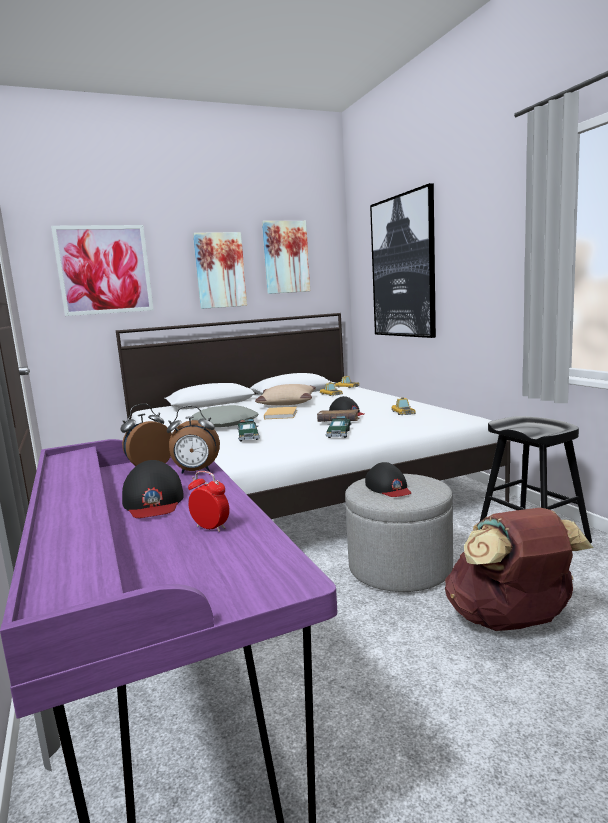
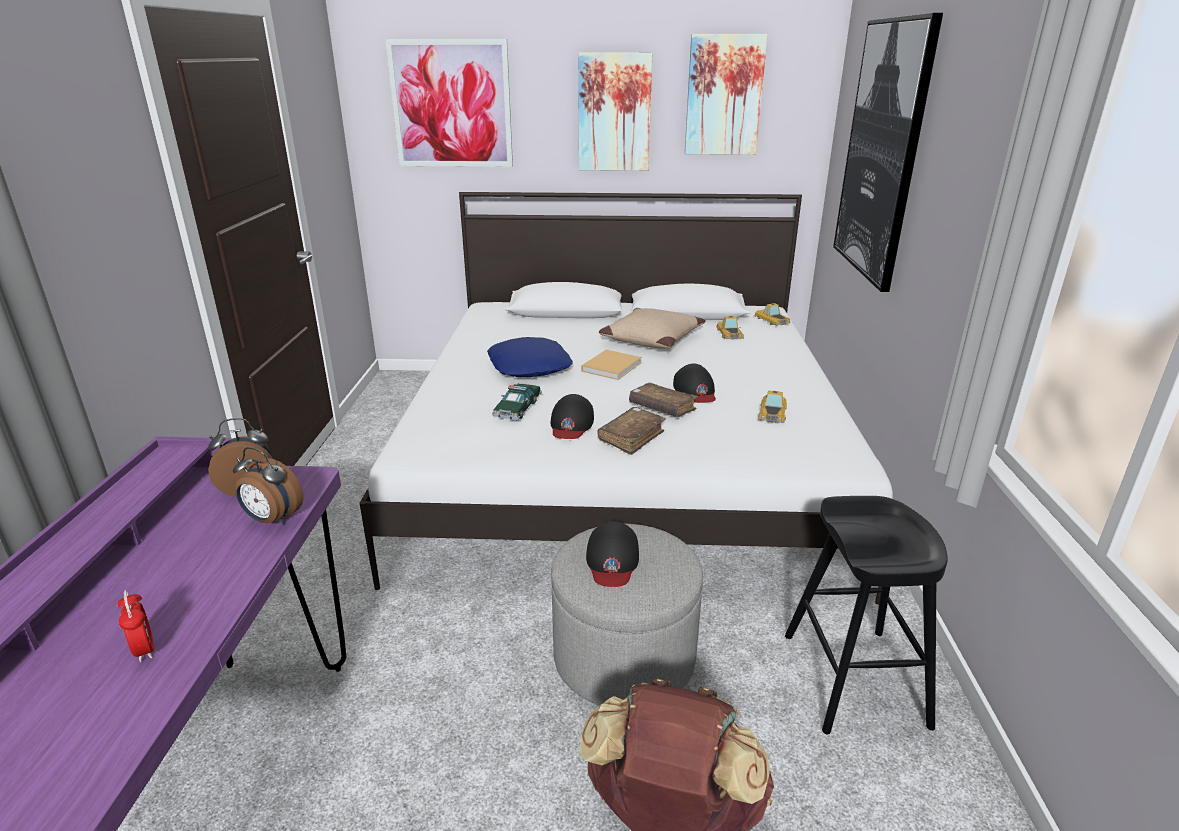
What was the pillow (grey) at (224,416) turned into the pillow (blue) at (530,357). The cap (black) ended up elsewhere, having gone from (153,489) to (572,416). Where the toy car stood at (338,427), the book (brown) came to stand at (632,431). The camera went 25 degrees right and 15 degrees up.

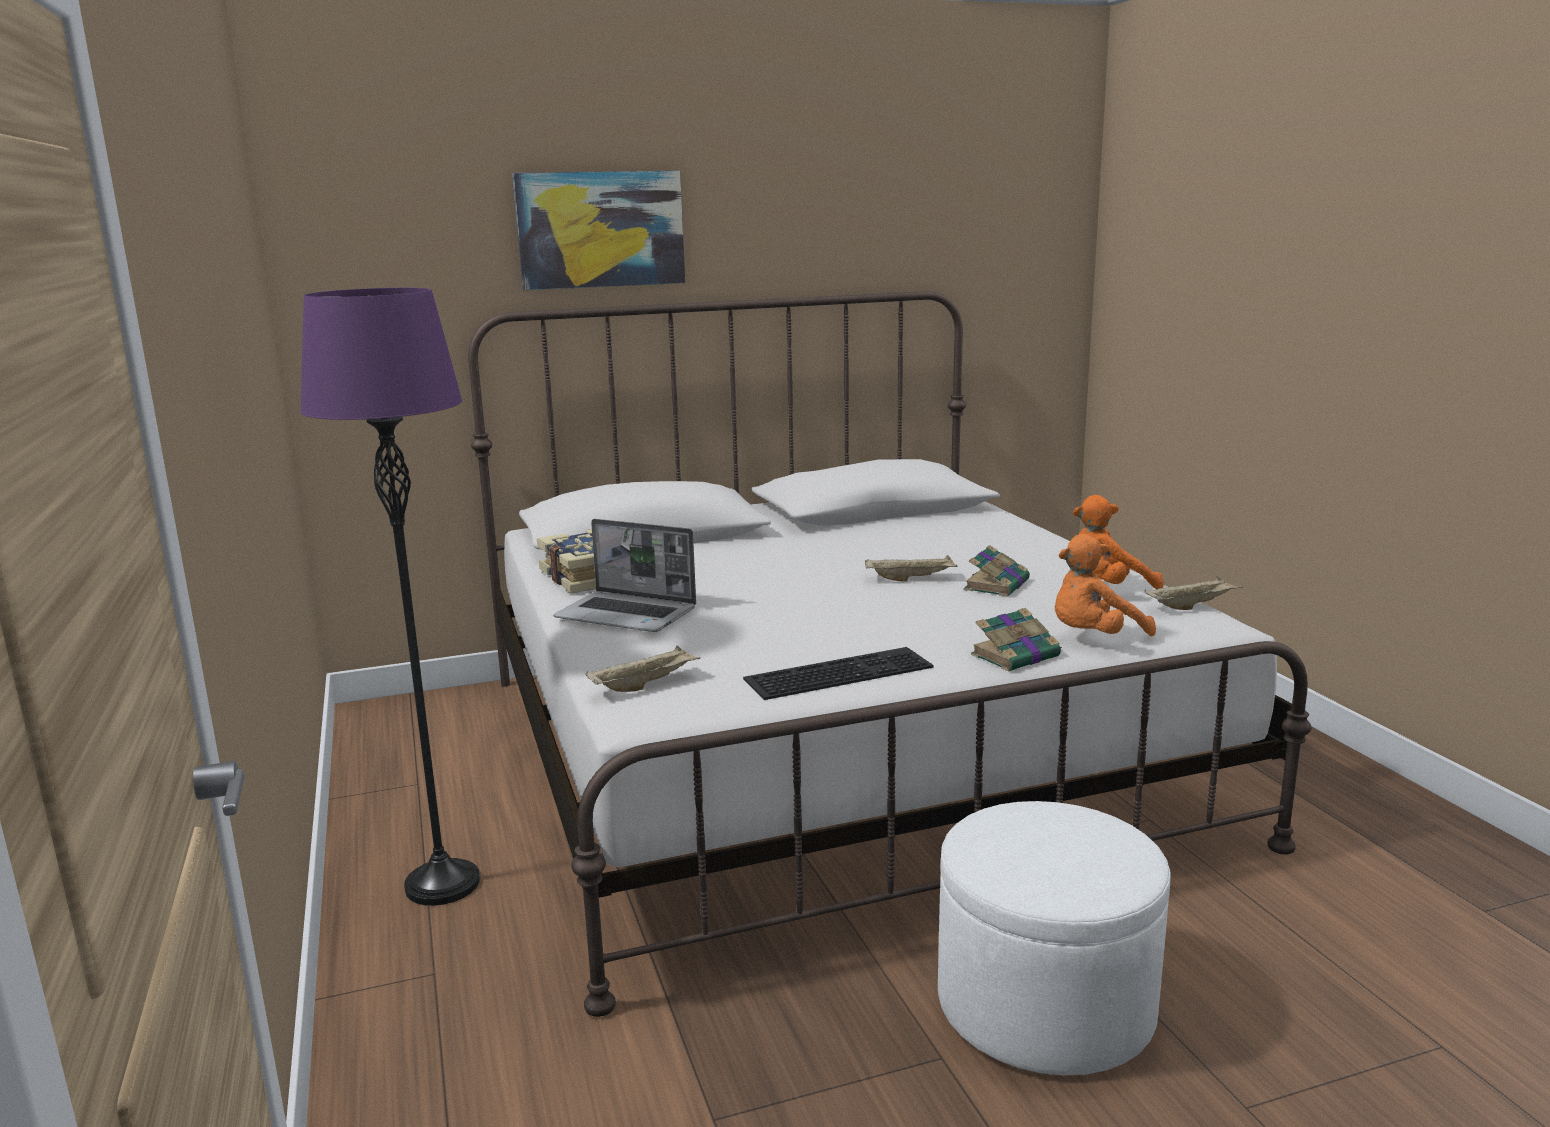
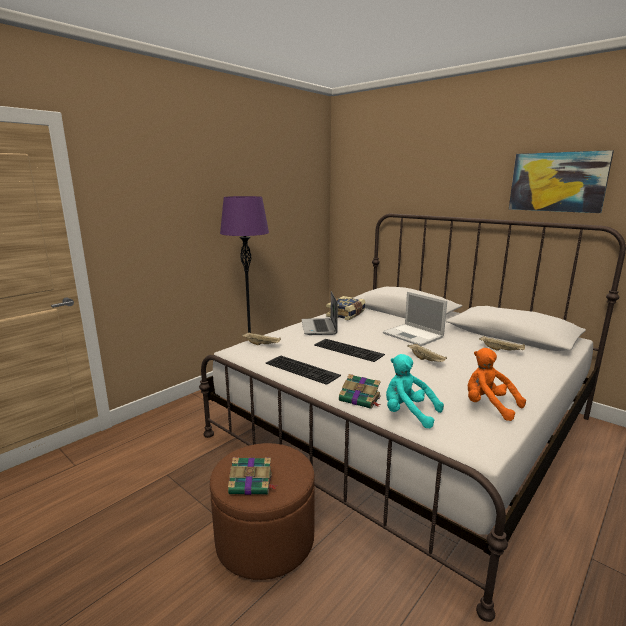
What was the ottoman (white) at (1054,938) turned into the ottoman (brown) at (262,511). The book ended up elsewhere, having gone from (997,571) to (252,476). The second view gained the keyboard at (349,350). The second view gained the laptop at (415,319). What was the plush toy (orange) at (1105,585) turned into the plush toy (turquoise) at (415,391). The tray (beige) ended up elsewhere, having gone from (1194,593) to (502,343). The picture ended up elsewhere, having gone from (599,230) to (561,181). The camera went 60 degrees right and 0 degrees up.

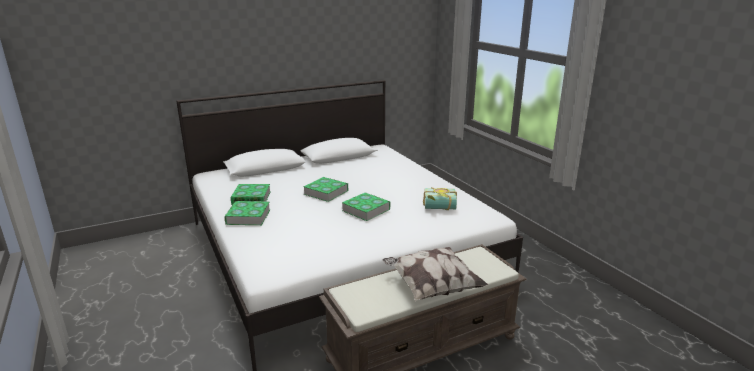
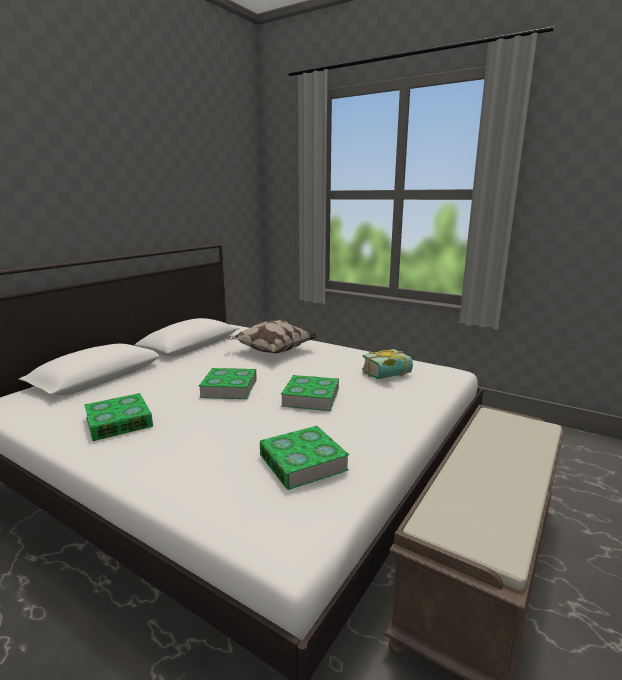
The pillow ended up elsewhere, having gone from (435,274) to (271,337). The book ended up elsewhere, having gone from (247,213) to (304,458). The camera went 30 degrees left and 5 degrees down.

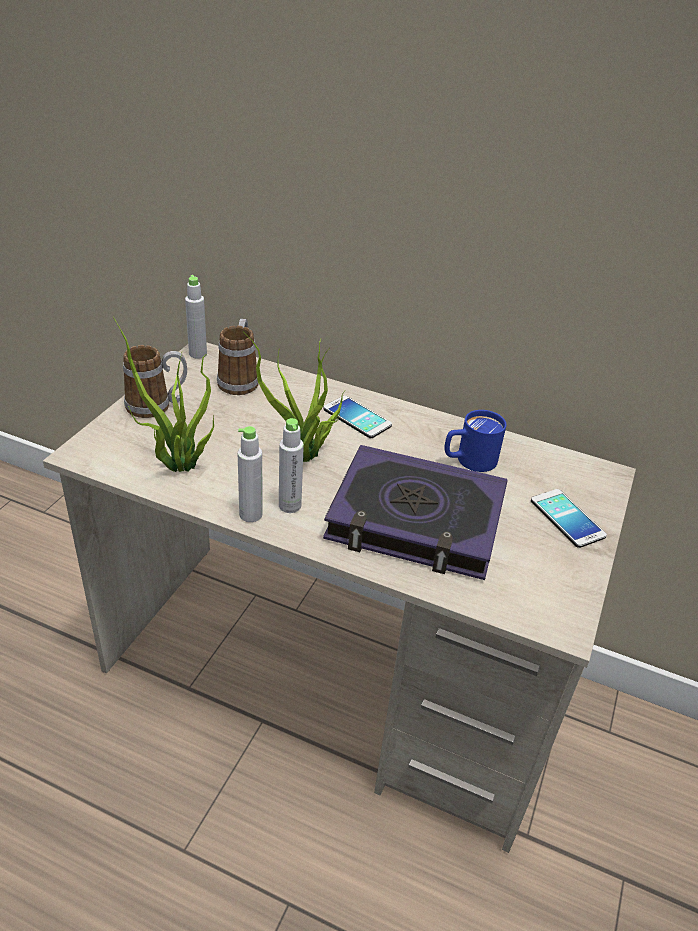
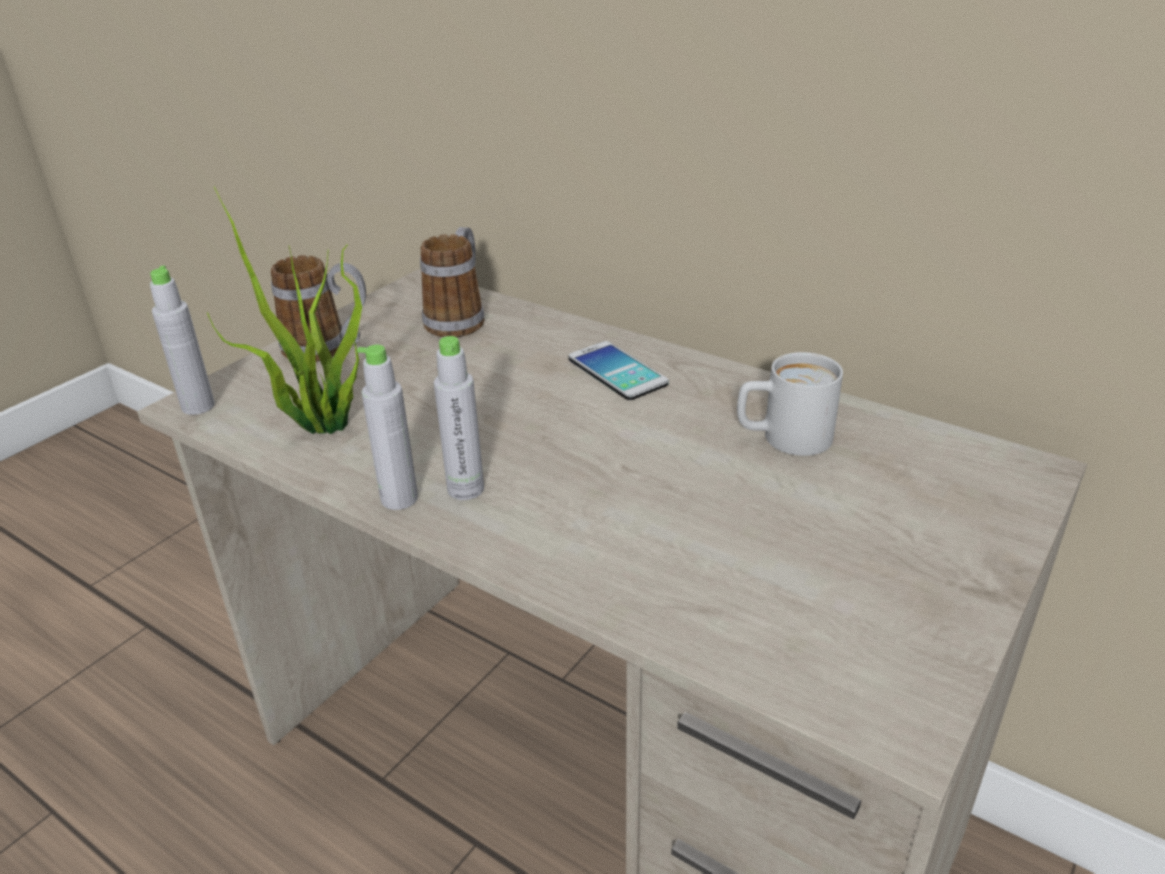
The bottle (grey) ended up elsewhere, having gone from (196,317) to (182,340). What was the mug (blue) at (475,441) turned into the mug (white) at (790,404). The second view lost the potted plant at (294,396). The second view lost the book at (415,512). The second view lost the phone at (569,518). The camera went 15 degrees right and 5 degrees down.

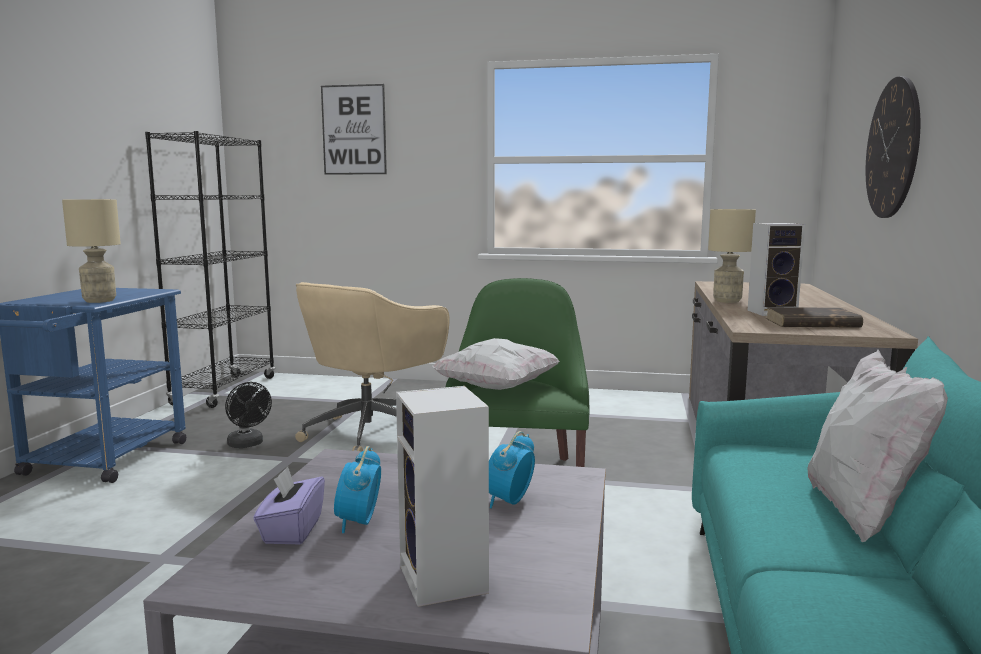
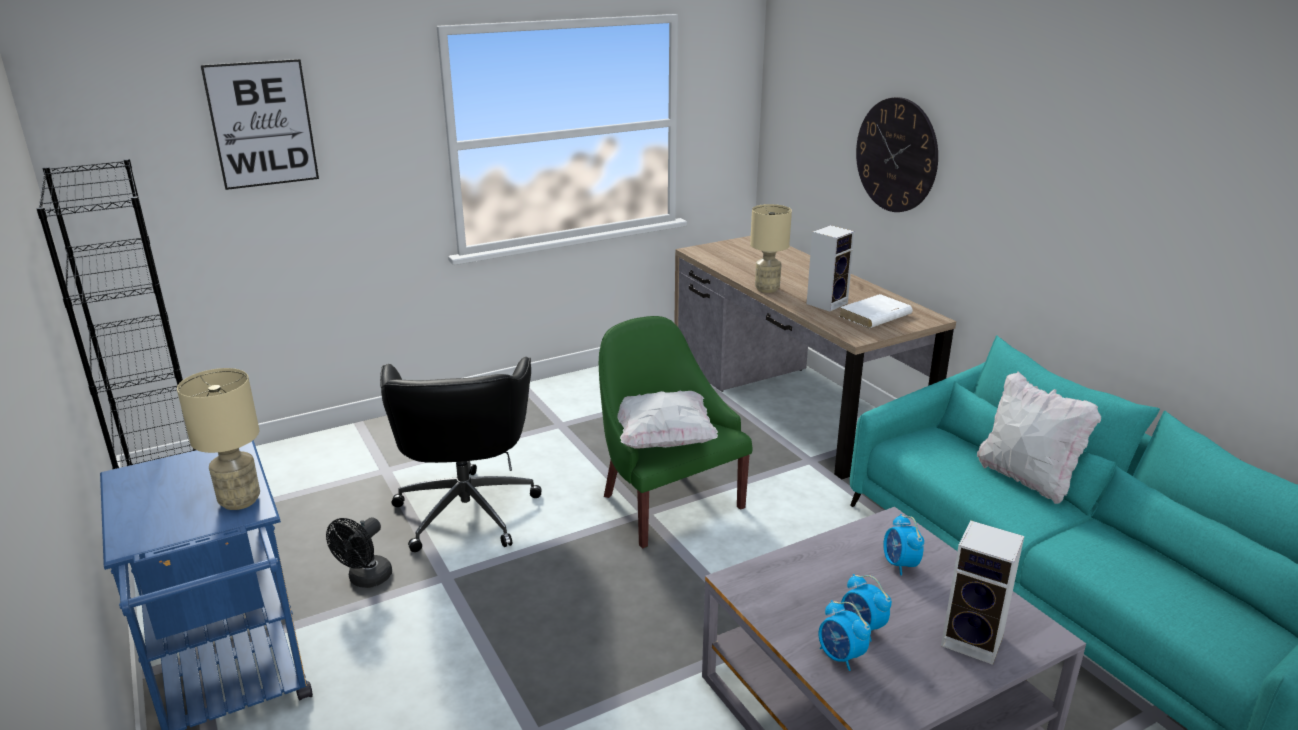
The fan (black) at (248,415) ended up facing another way, 105 degrees clockwise from before. What was the office chair (beige) at (372,366) turned into the office chair (black) at (461,454). Where the tissue box (purple) stood at (289,505), the alarm clock came to stand at (844,635). What was the book (brown) at (814,317) turned into the book (white) at (876,311). The camera went 40 degrees left and 15 degrees up.

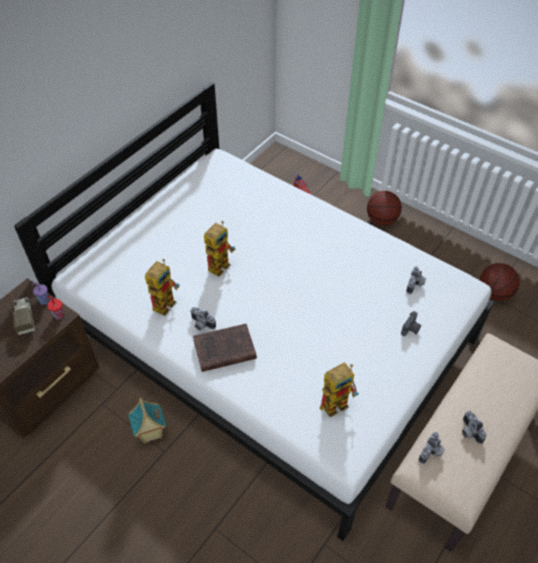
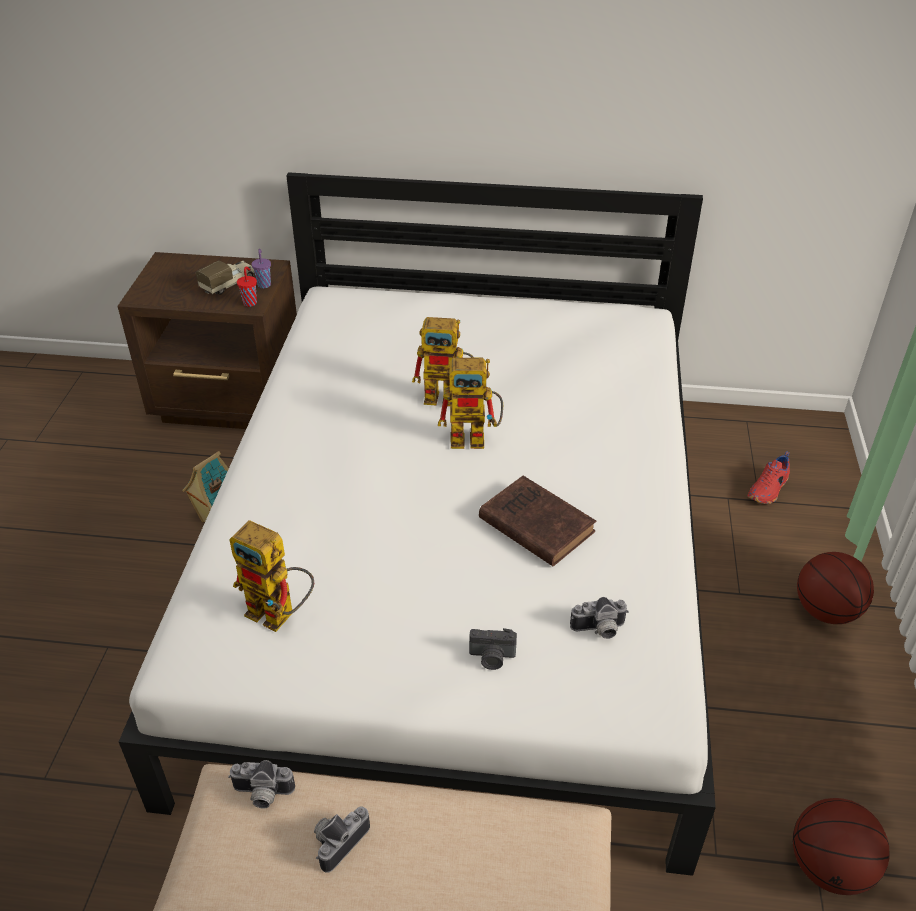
The toy robot ended up elsewhere, having gone from (162,287) to (470,403). The book (brown) ended up elsewhere, having gone from (225,348) to (537,521). The second view lost the photo camera at (203,318). The camera went 60 degrees right and 10 degrees down.

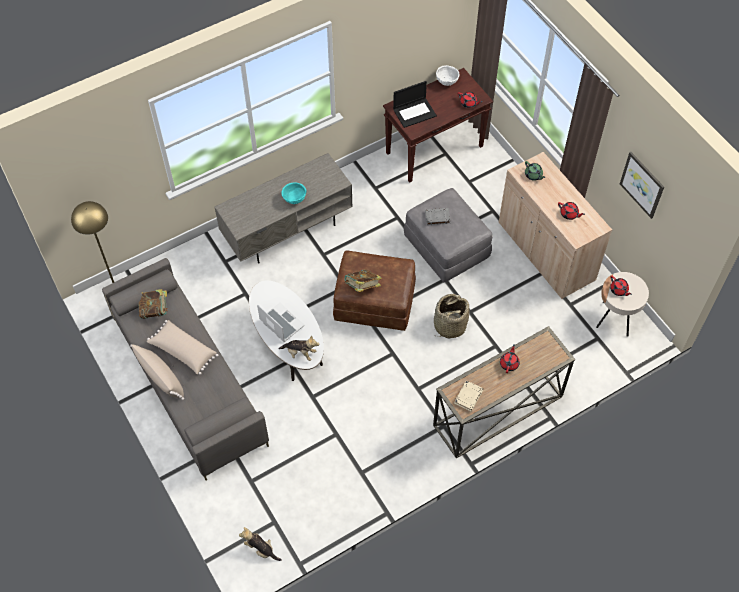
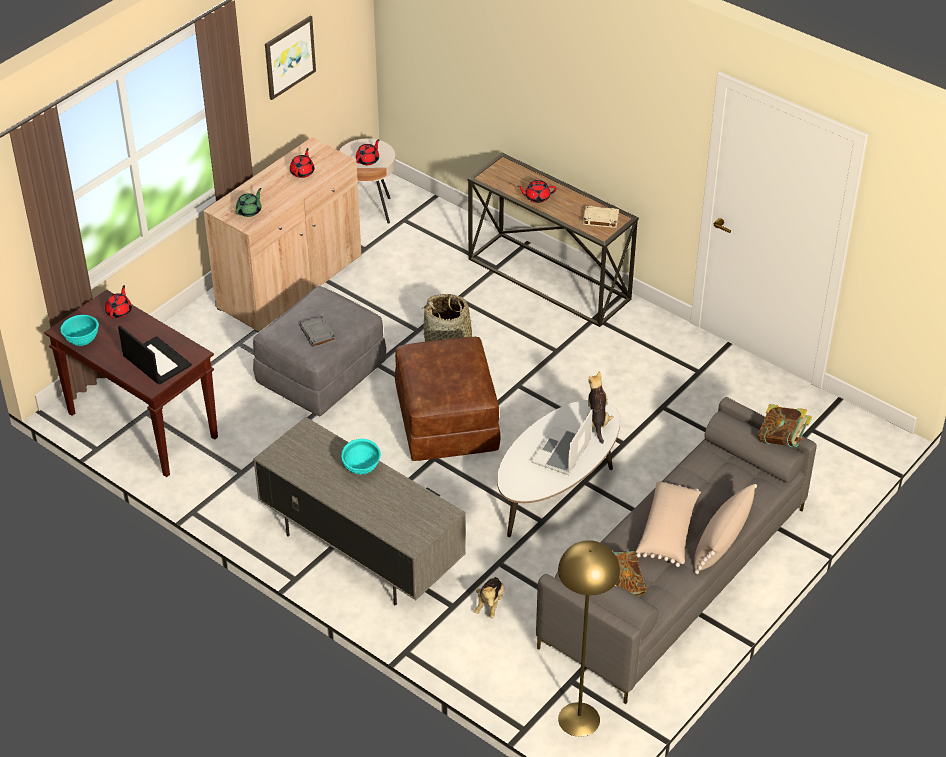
What was the bowl (white) at (448,75) turned into the bowl (turquoise) at (79,330). The plush toy ended up elsewhere, having gone from (260,544) to (489,597). The book ended up elsewhere, having gone from (363,280) to (784,425). The camera went 110 degrees left and 15 degrees down.

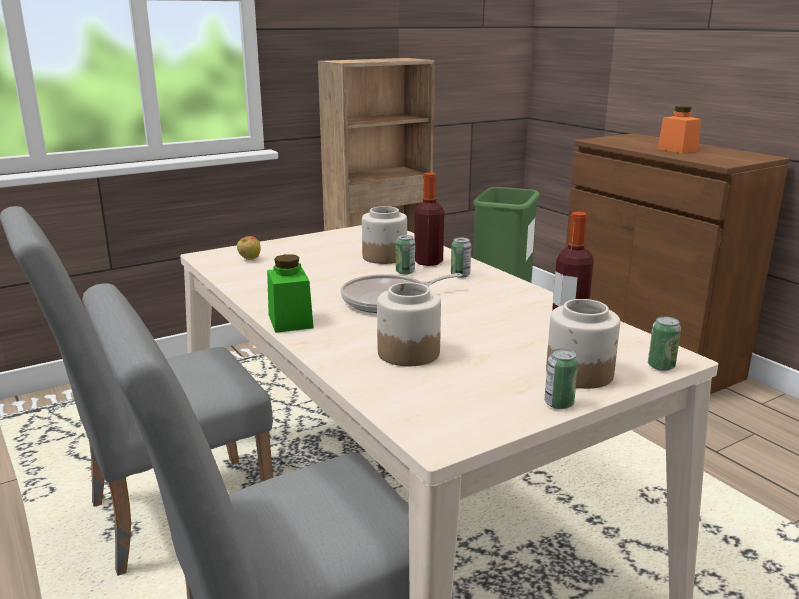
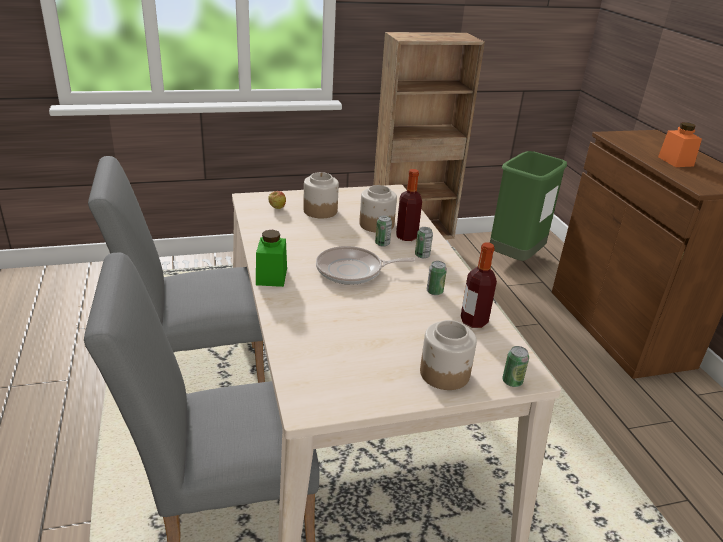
The jar ended up elsewhere, having gone from (409,324) to (321,195). The can ended up elsewhere, having gone from (561,379) to (437,278). The camera went 15 degrees right and 10 degrees up.

